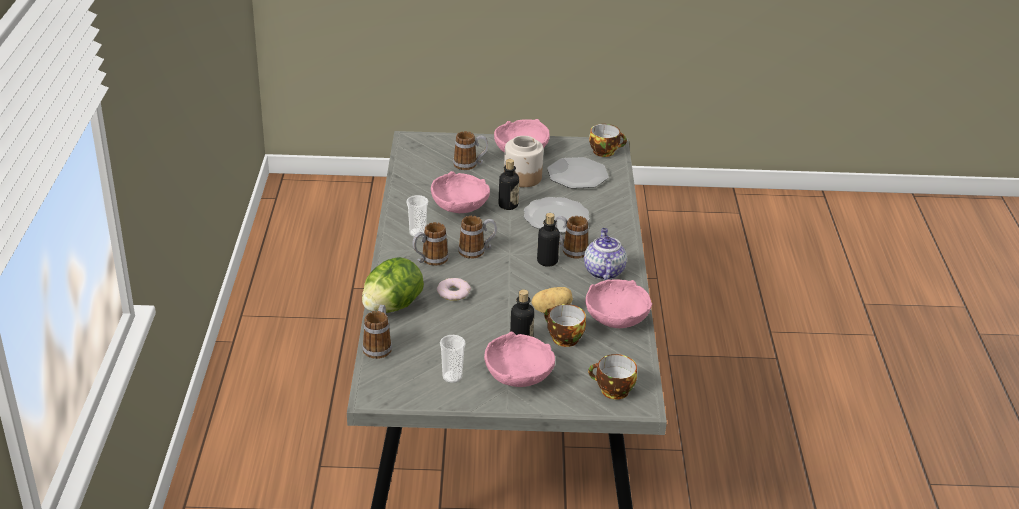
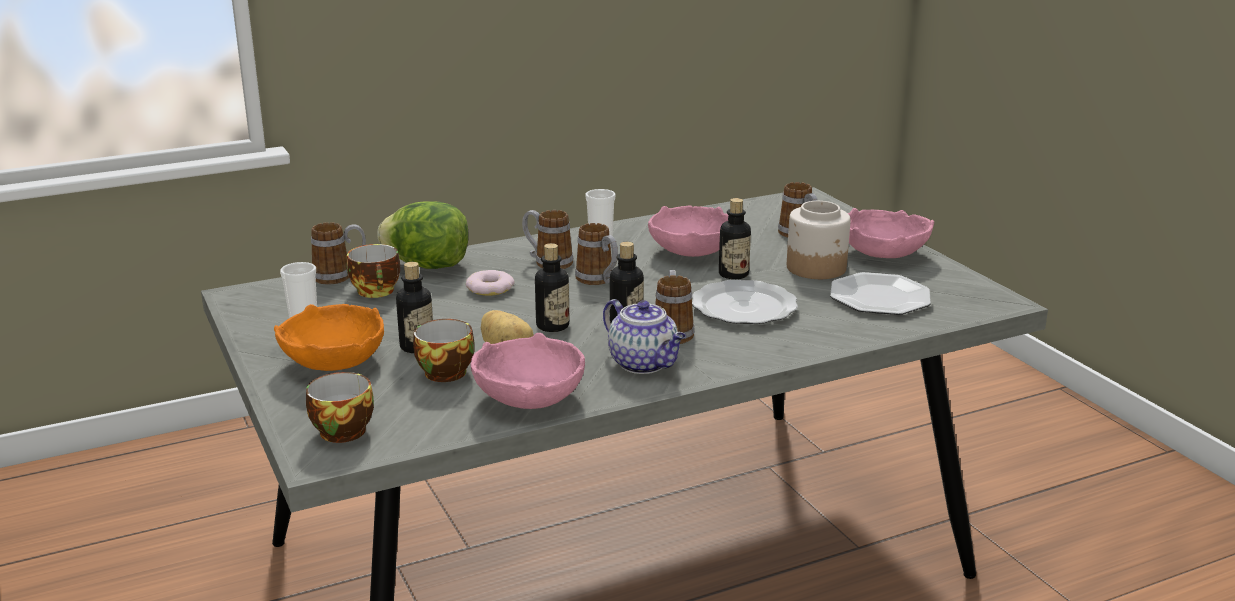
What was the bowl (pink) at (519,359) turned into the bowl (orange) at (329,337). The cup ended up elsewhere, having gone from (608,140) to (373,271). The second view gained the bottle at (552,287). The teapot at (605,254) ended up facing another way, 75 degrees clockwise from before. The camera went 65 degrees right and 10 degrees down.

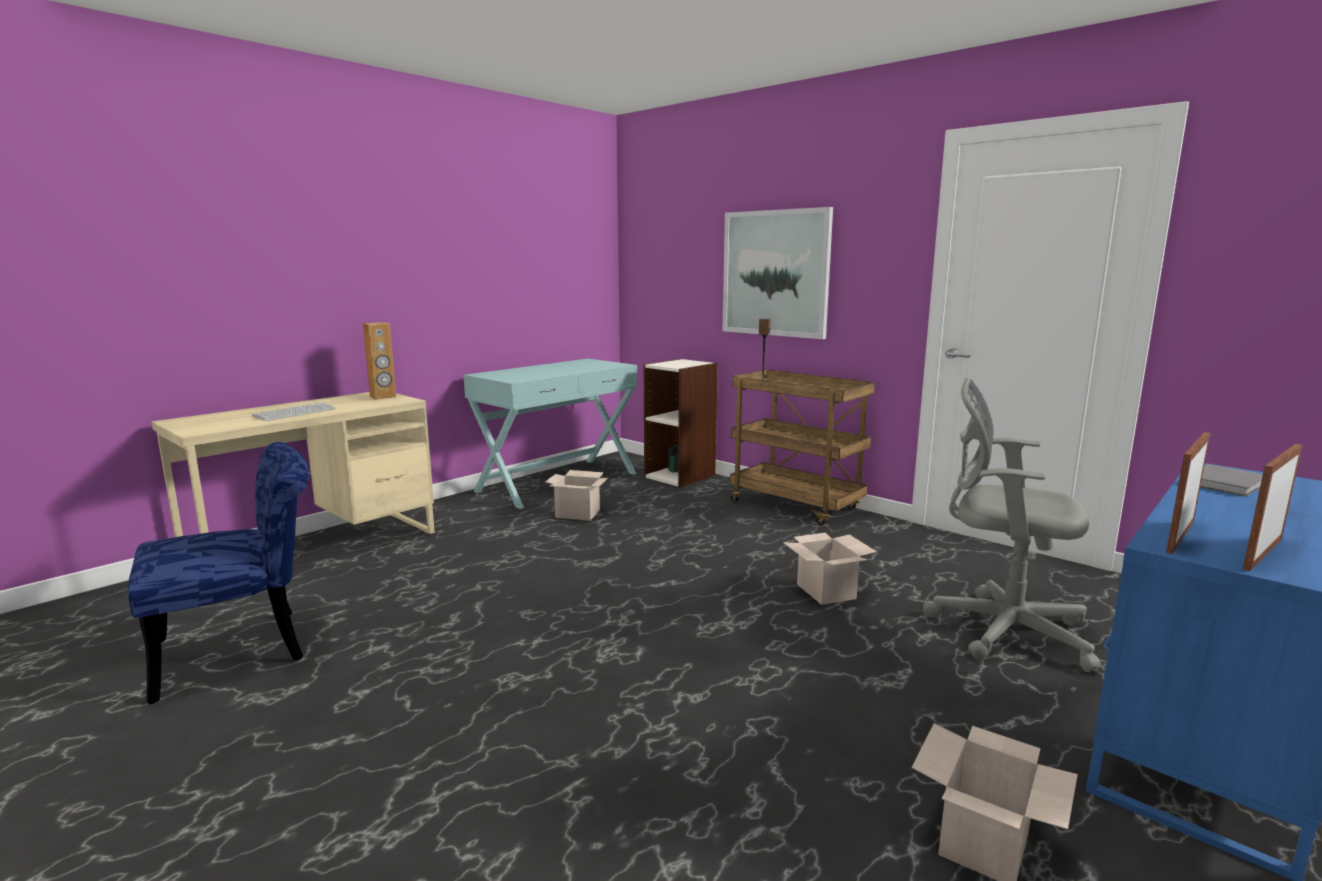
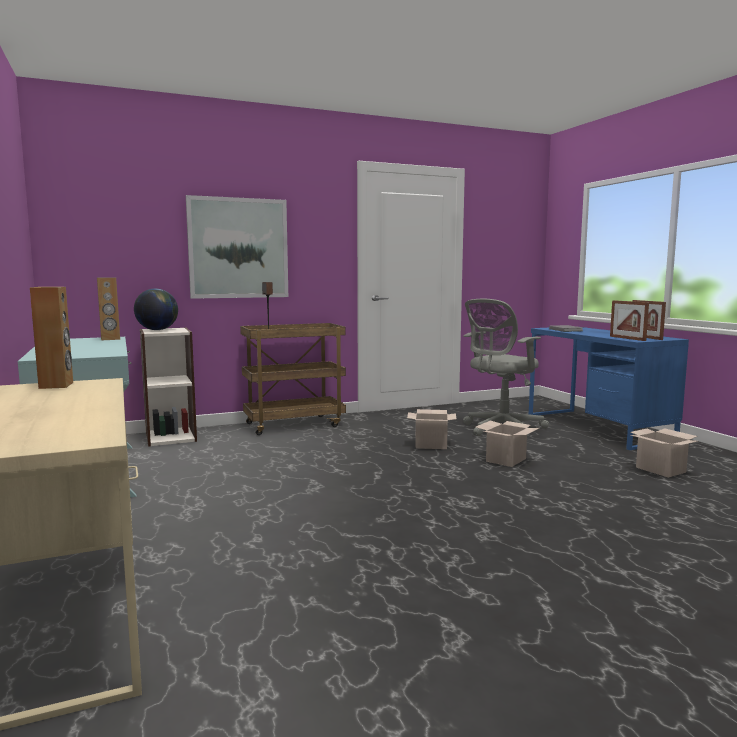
The second view gained the speaker (brown) at (108,308). The second view gained the globe at (156,309). The cardboard box ended up elsewhere, having gone from (576,495) to (507,443). The second view lost the chair (blue) at (218,573). The second view lost the keyboard at (293,411). The camera went 65 degrees left and 5 degrees down.

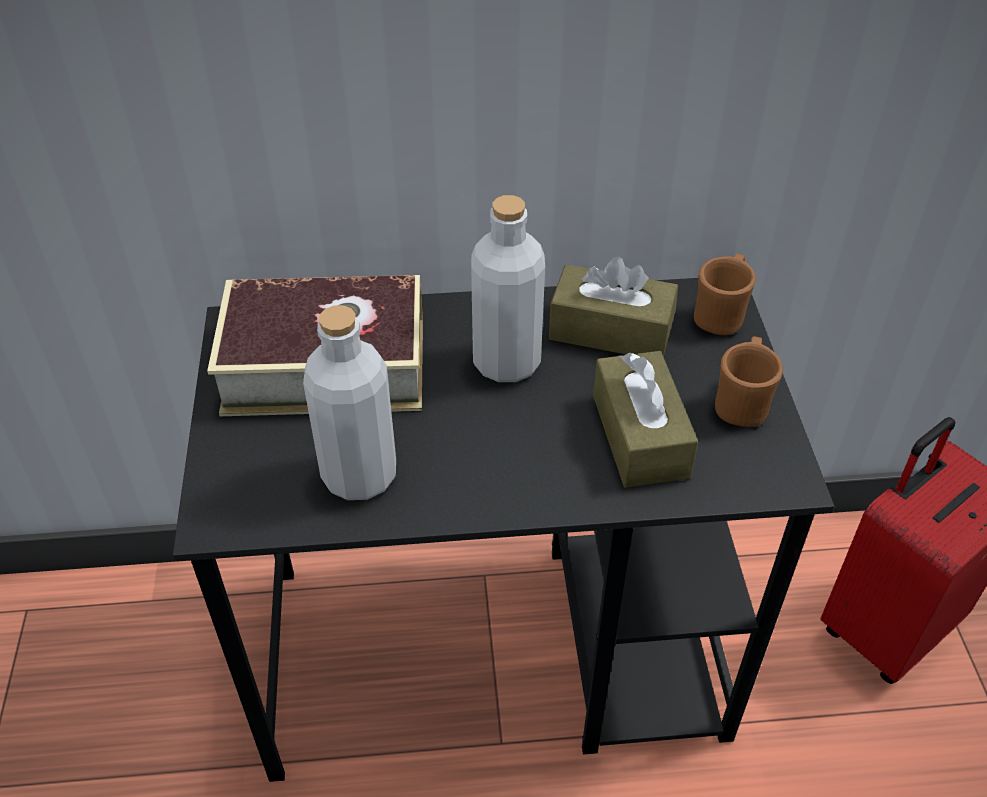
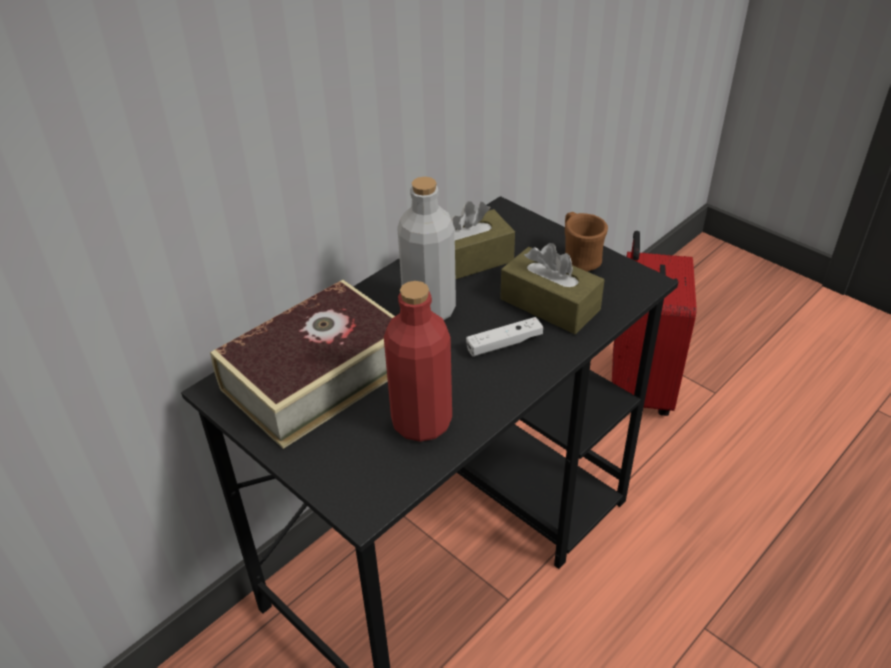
What was the bottle (grey) at (349,402) turned into the bottle (red) at (418,361). The second view gained the game controller (white) at (504,337). The second view lost the mug (brown) at (725,294). The camera went 40 degrees left and 5 degrees down.

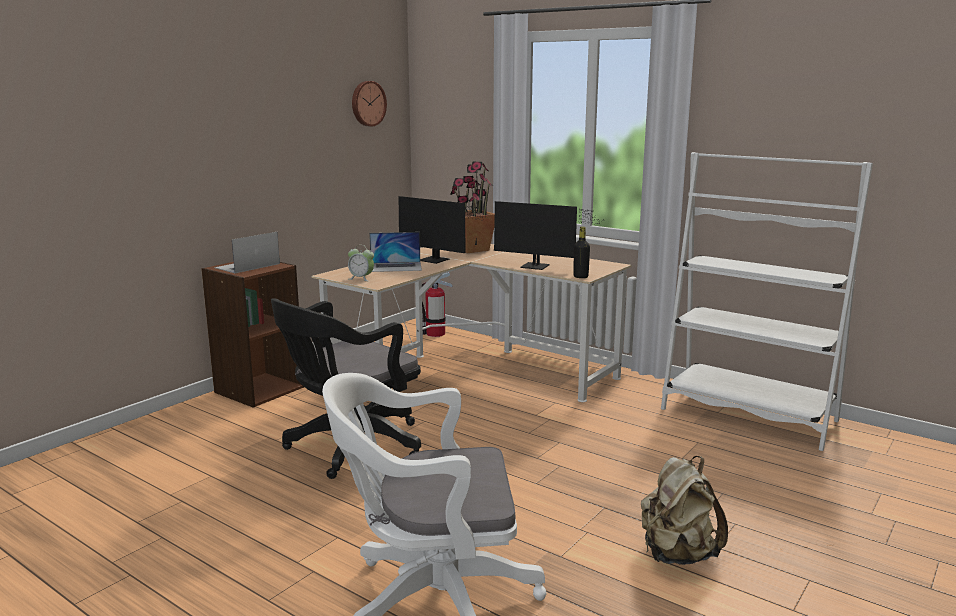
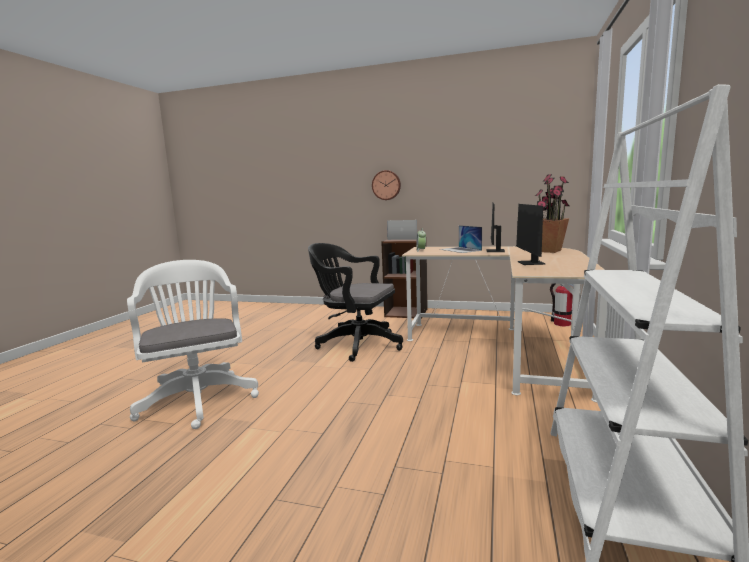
The wall clock ended up elsewhere, having gone from (369,103) to (386,185). The second view lost the bottle (black) at (581,252). The second view lost the backpack (beige) at (684,510). The camera went 70 degrees right and 5 degrees down.

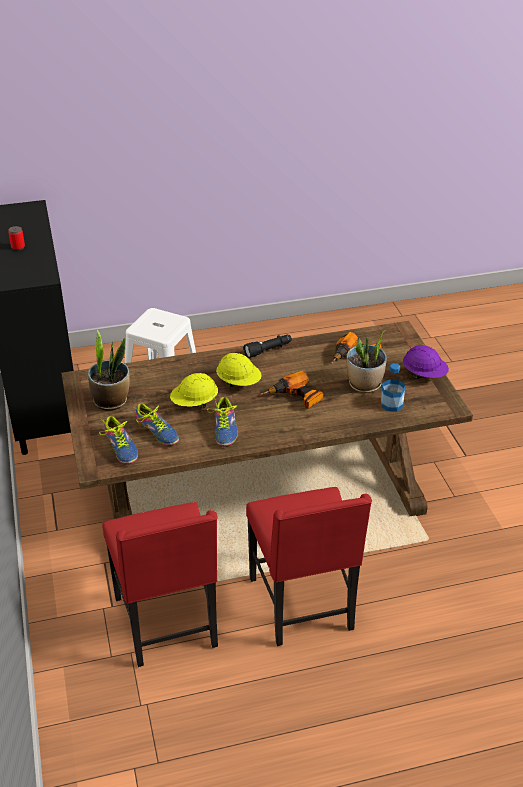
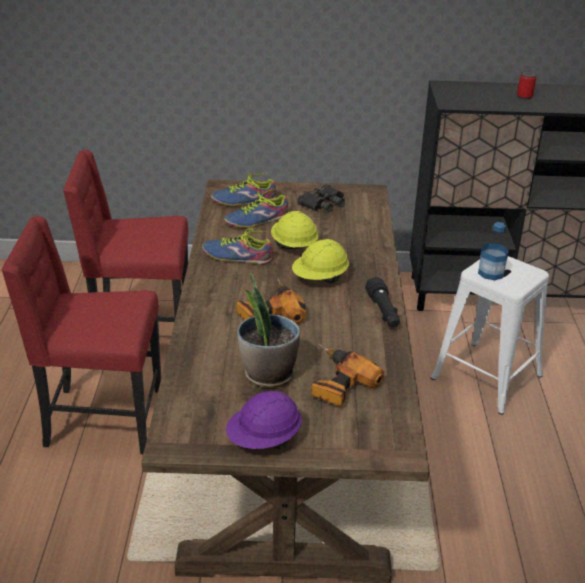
Where the potted plant stood at (108,370), the binoculars (black) came to stand at (321,198). The bottle ended up elsewhere, having gone from (393,387) to (493,251). The camera went 105 degrees right and 5 degrees down.

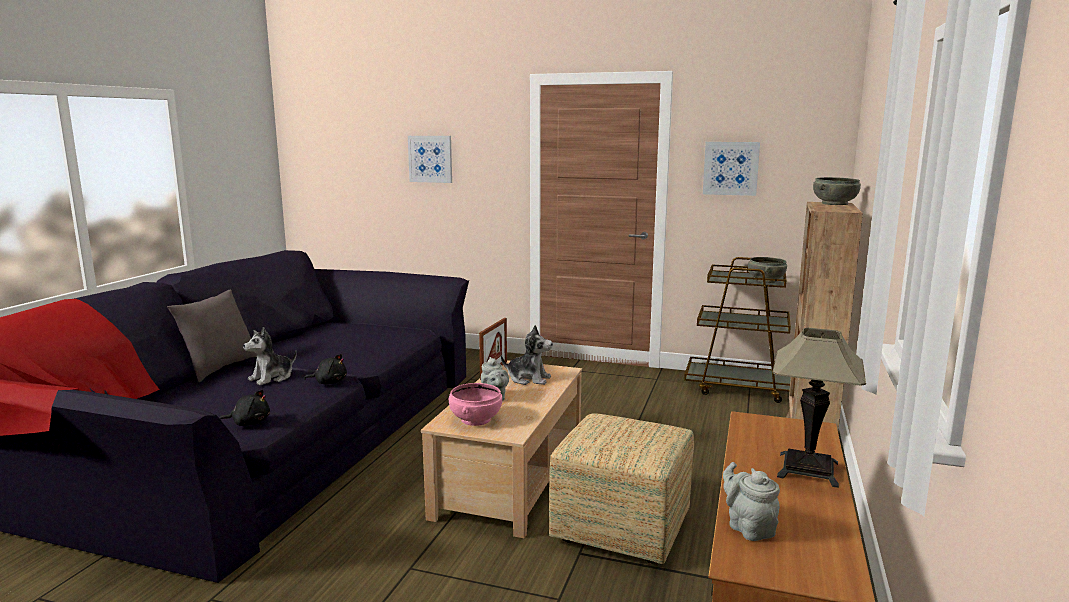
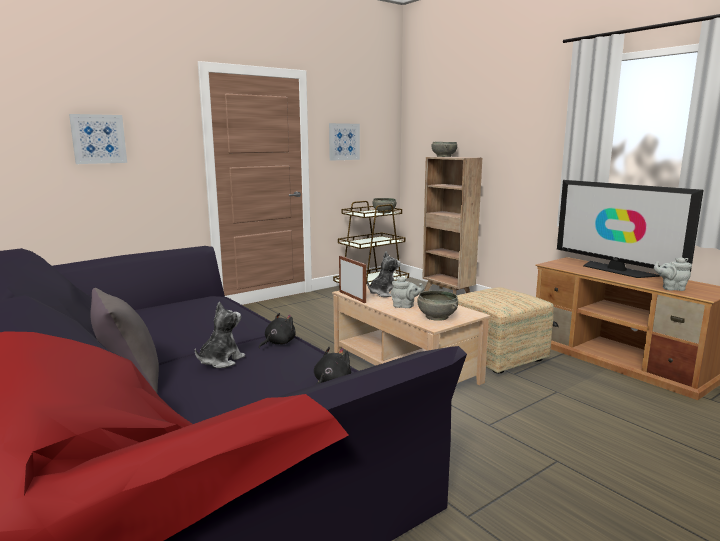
The plush toy at (270,356) ended up facing another way, 135 degrees counterclockwise from before. What was the bowl (pink) at (475,404) turned into the bowl (grey) at (437,305). Where the table lamp stood at (819,408), the television came to stand at (630,229). The camera went 55 degrees left and 0 degrees up.

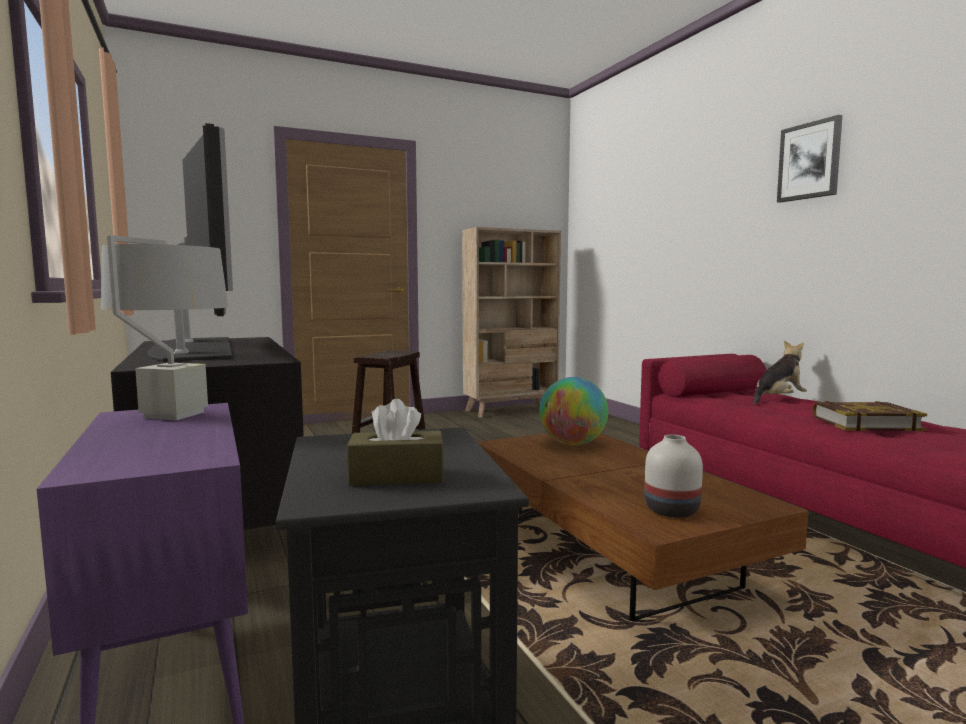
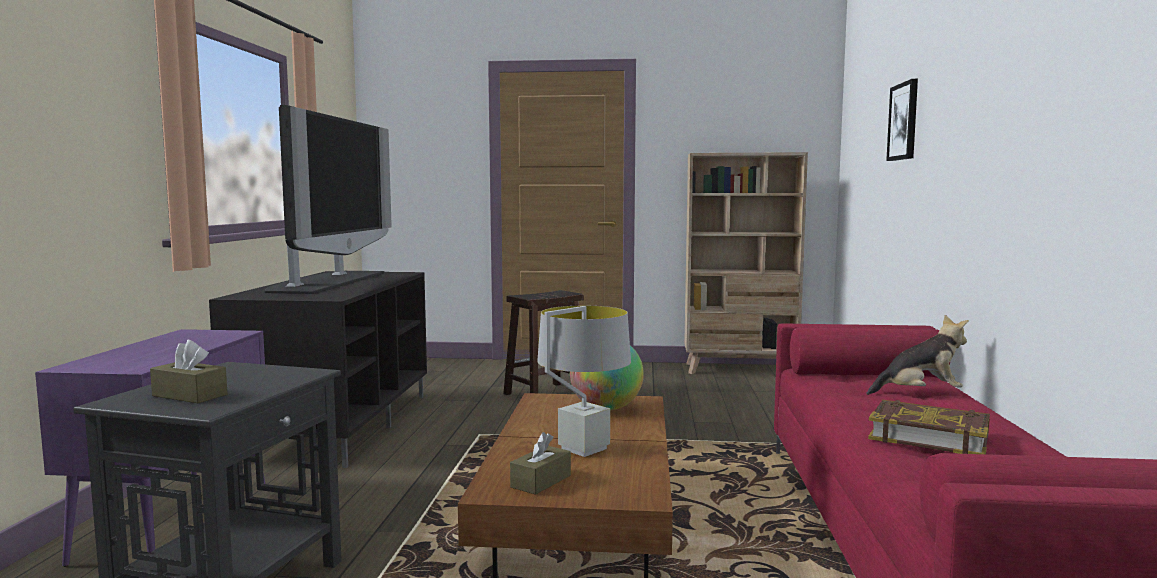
Where the vase (white) stood at (674,476), the tissue box (brown) came to stand at (540,463). The table lamp (grey) ended up elsewhere, having gone from (164,327) to (584,381). The picture ended up elsewhere, having gone from (809,159) to (902,120). The camera went 30 degrees right and 0 degrees up.

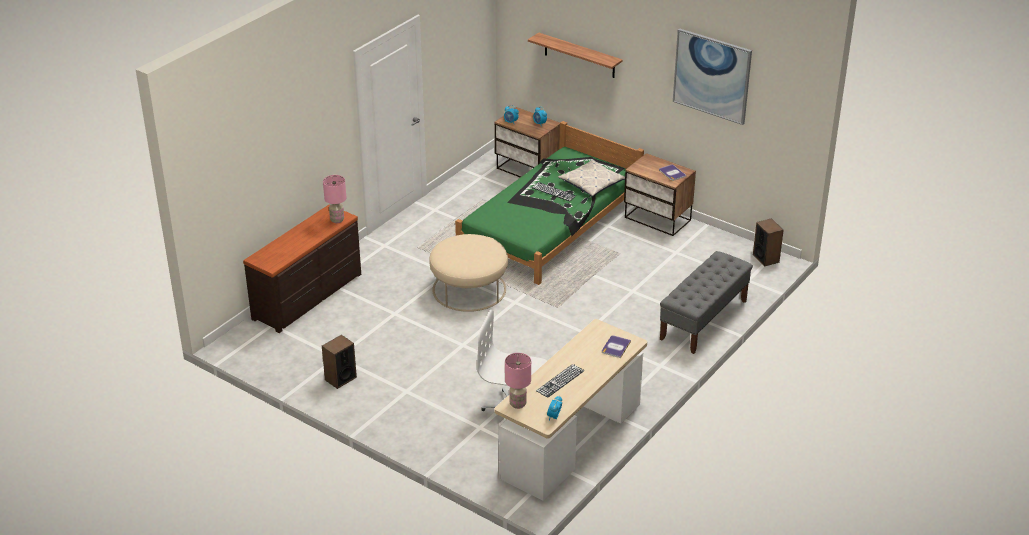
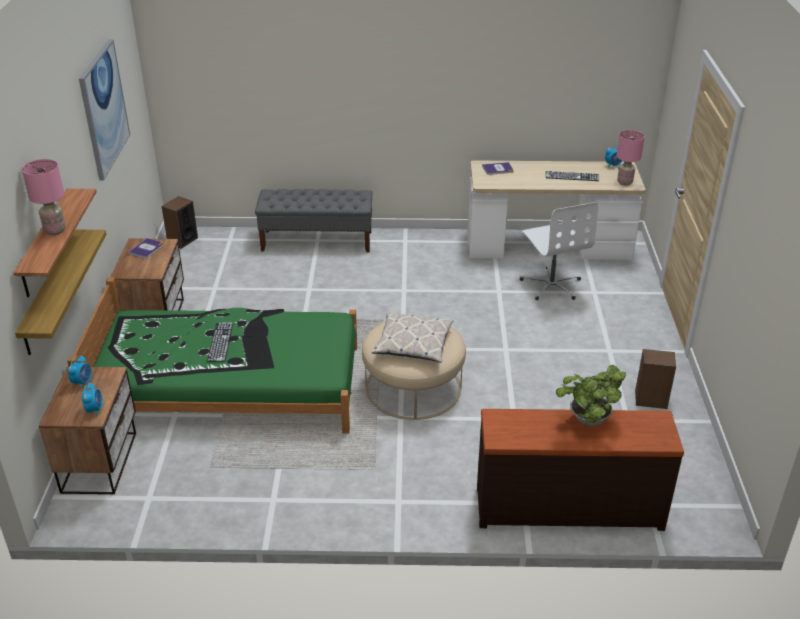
The second view gained the shelf at (60,292). The table lamp (pink) ended up elsewhere, having gone from (334,199) to (44,197). The pillow ended up elsewhere, having gone from (591,178) to (413,337). The second view gained the potted plant at (591,395). The camera went 125 degrees left and 0 degrees up.

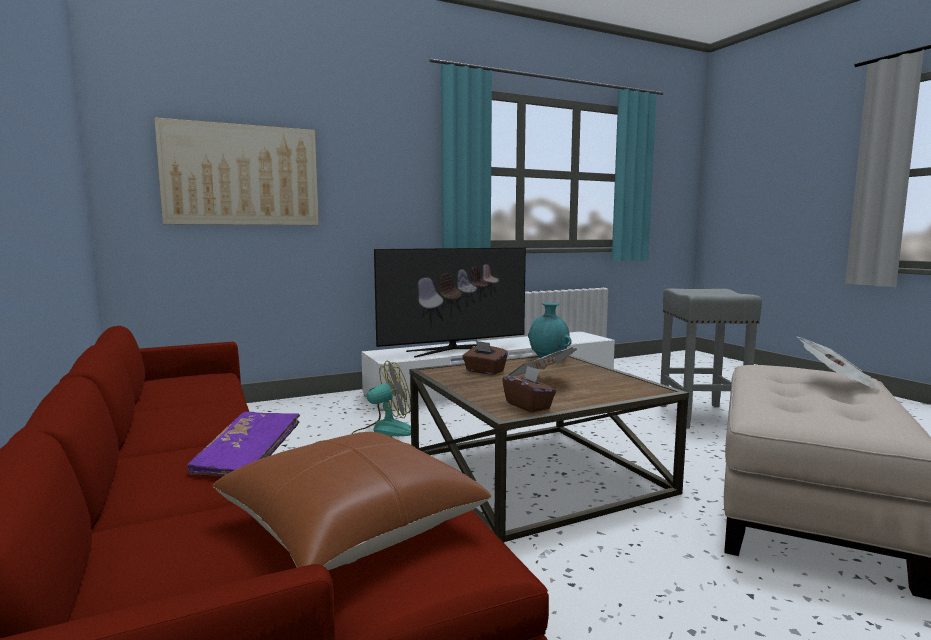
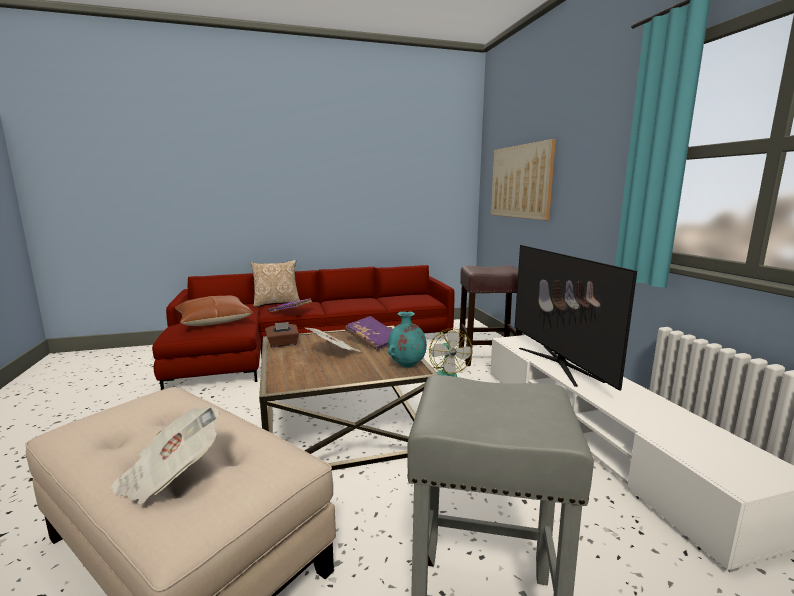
The second view gained the pillow at (275,283). Where the tissue box (brown) stood at (485,358), the book (purple) came to stand at (368,333). The second view gained the stool (brown) at (490,316). The camera went 100 degrees right and 5 degrees up.

